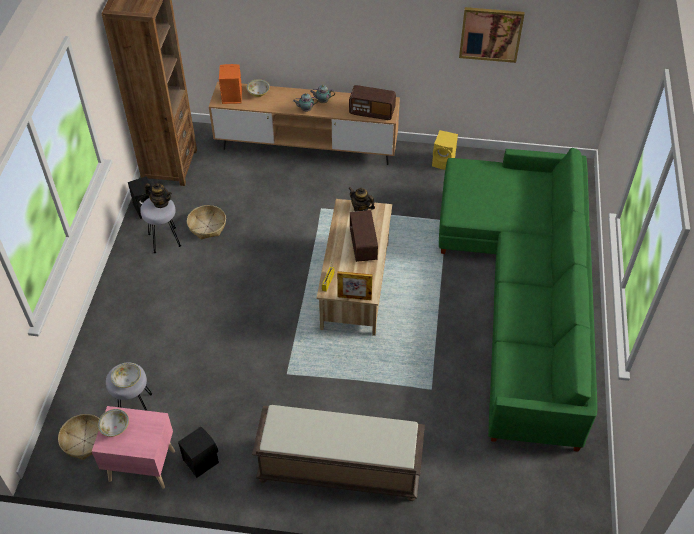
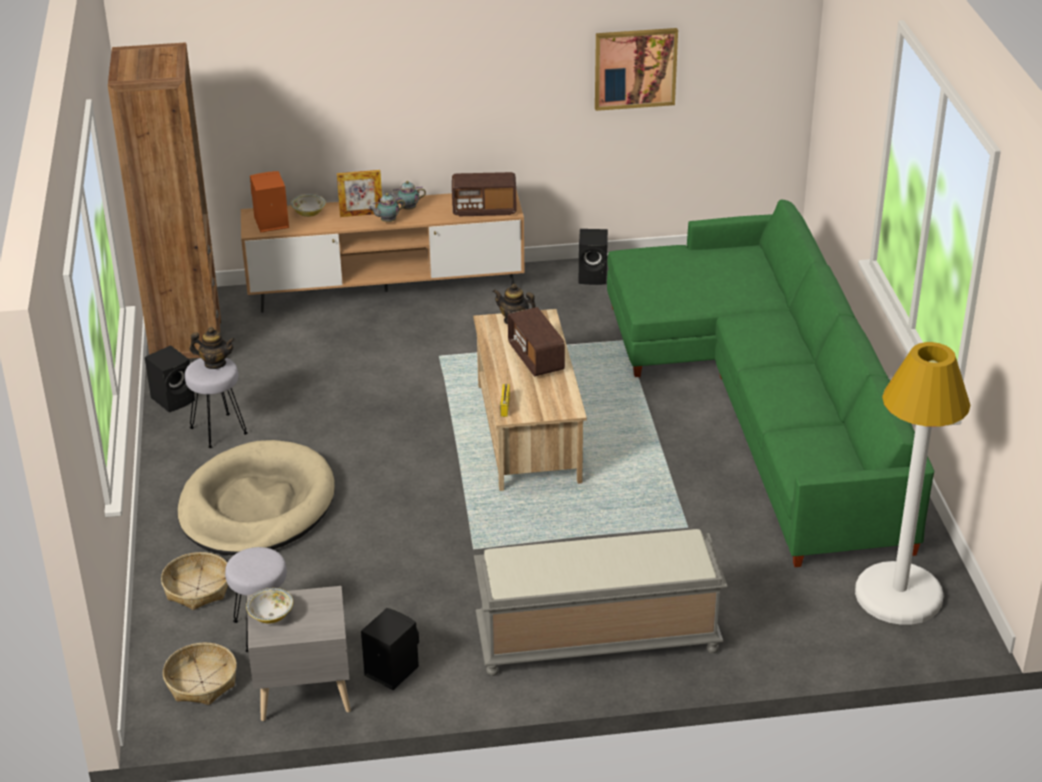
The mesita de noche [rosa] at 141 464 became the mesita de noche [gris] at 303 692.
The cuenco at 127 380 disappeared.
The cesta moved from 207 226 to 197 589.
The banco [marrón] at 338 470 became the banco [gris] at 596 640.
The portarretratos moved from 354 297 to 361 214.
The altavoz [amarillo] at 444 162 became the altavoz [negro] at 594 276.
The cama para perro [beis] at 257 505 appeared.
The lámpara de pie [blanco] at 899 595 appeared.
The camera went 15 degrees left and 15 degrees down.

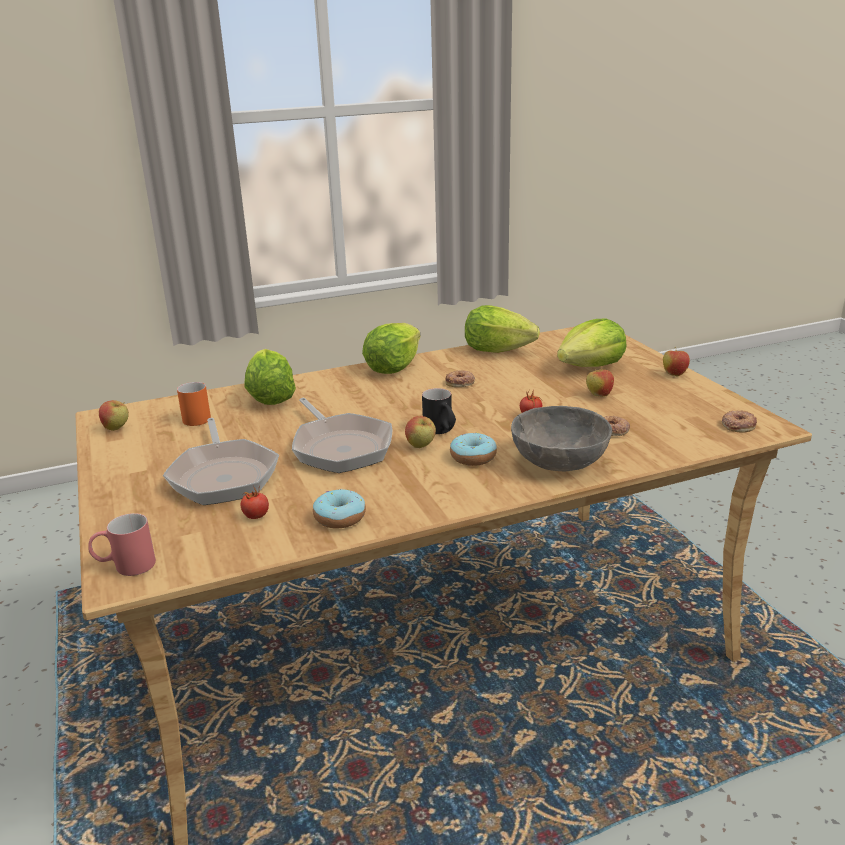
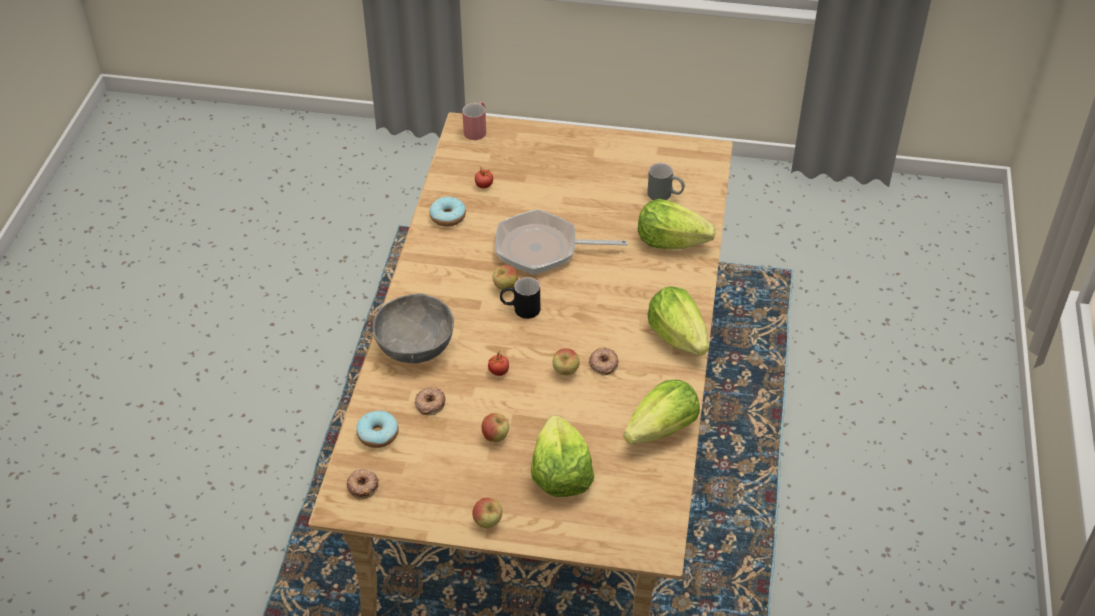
The manzana moved from 116 428 to 565 372.
The sartén at 223 475 disappeared.
The taza grande [naranja] at 197 416 became the taza grande [gris] at 665 195.
The rosquilla moved from 473 457 to 378 434.
The camera went 120 degrees right and 20 degrees up.

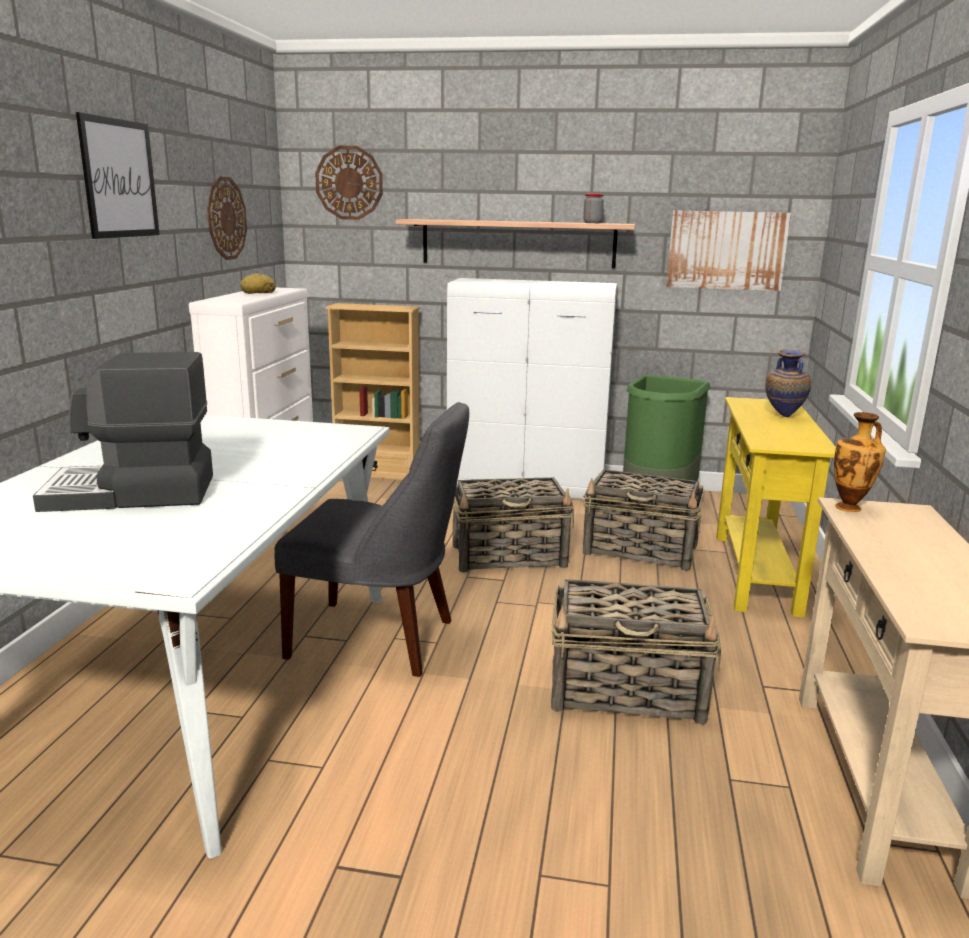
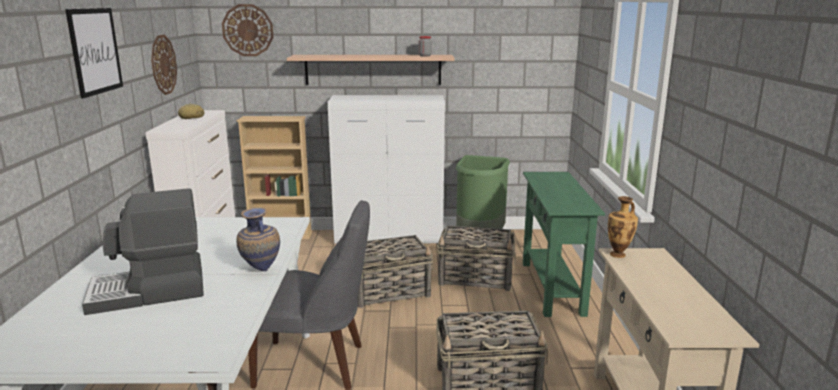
The cuadro at 726 250 disappeared.
The mesa consola [amarillo] at 755 573 became the mesa consola [verde] at 552 287.
The florero moved from 782 417 to 260 271.
The camera went 10 degrees left and 0 degrees up.

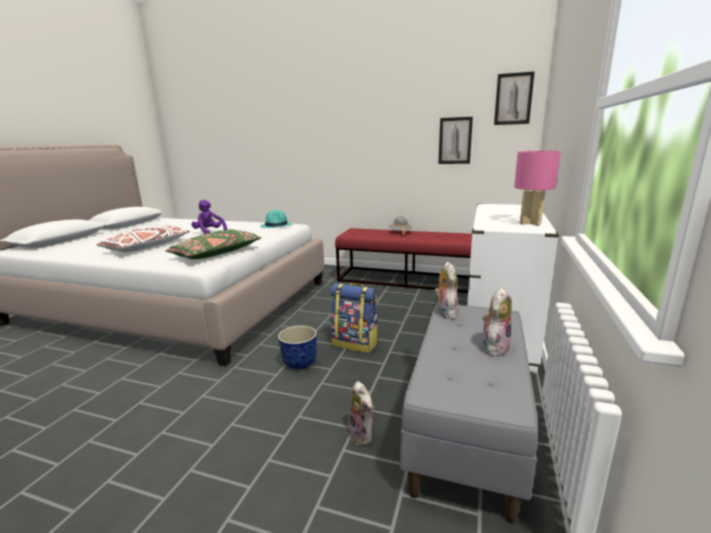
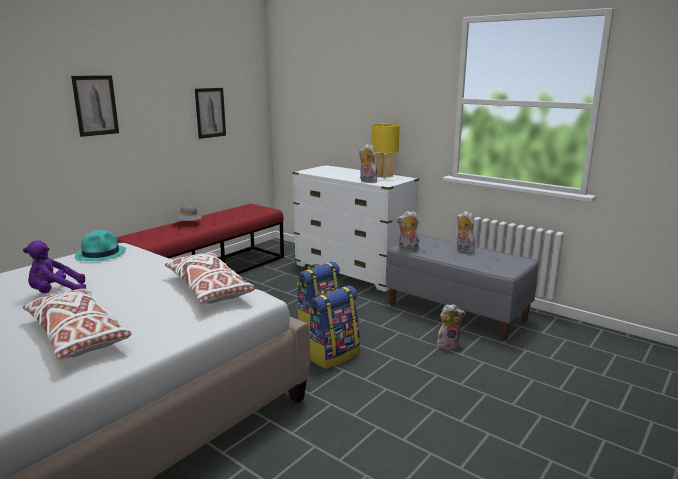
The cojín [verde] at 216 253 became the cojín [blanco] at 209 289.
The maceta at 300 364 was replaced by the mochila at 333 355.
The cuadro moved from 513 99 to 95 105.
The lámpara de mesa [rosa] at 531 223 became the lámpara de mesa [amarillo] at 384 176.
The peluche at 367 181 appeared.
The camera went 70 degrees left and 0 degrees up.

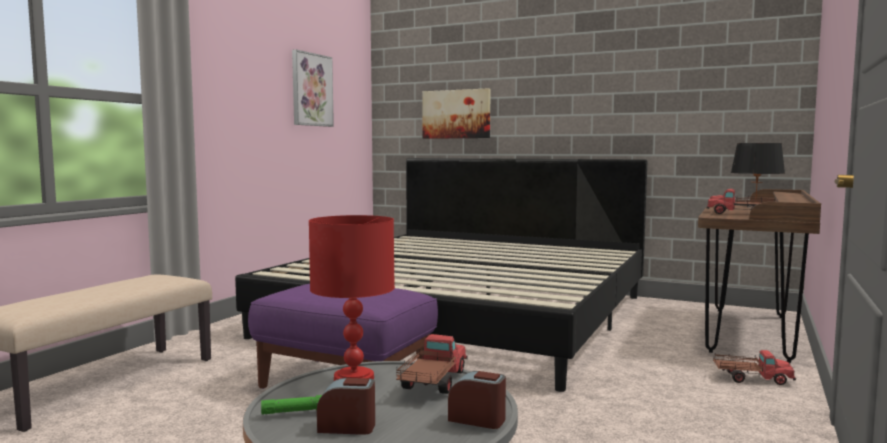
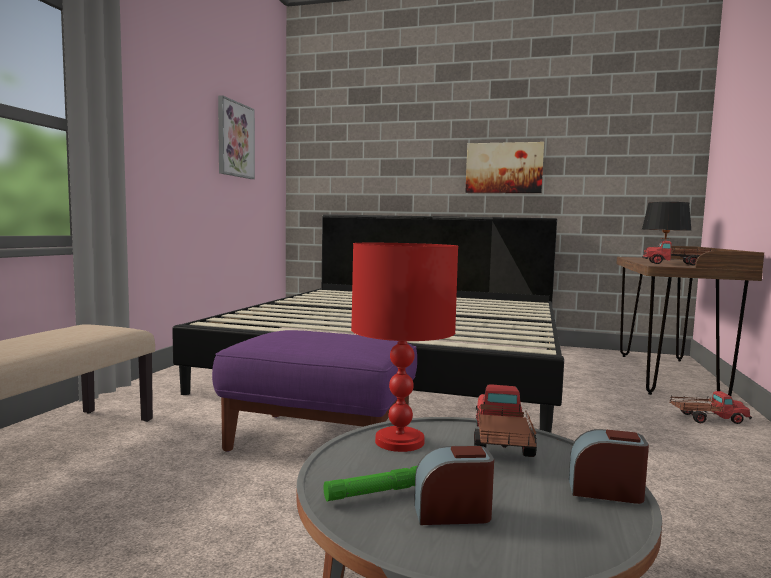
The cuadro moved from 456 114 to 504 168.
The camera went 10 degrees left and 0 degrees up.

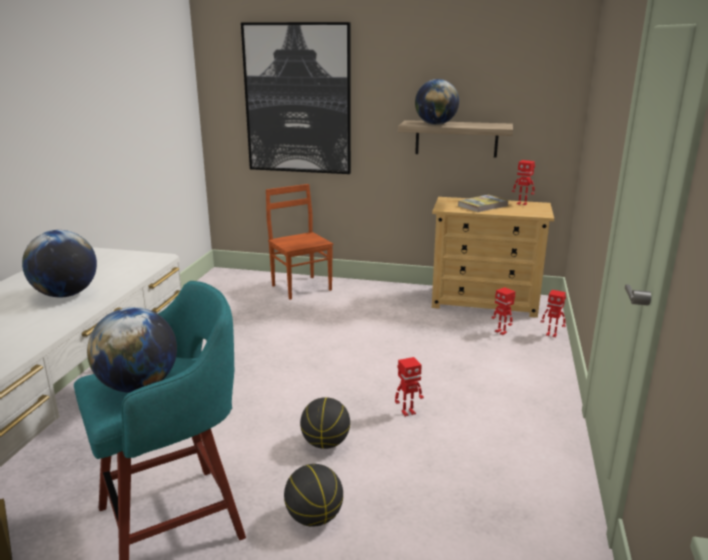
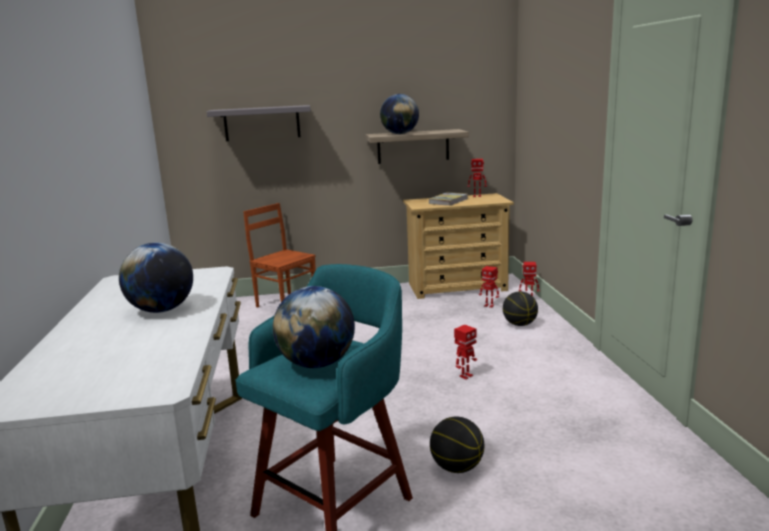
The cuadro at 298 99 was replaced by the estante [gris] at 262 123.
The balón de baloncesto moved from 326 443 to 520 324.
The camera went 20 degrees left and 5 degrees down.

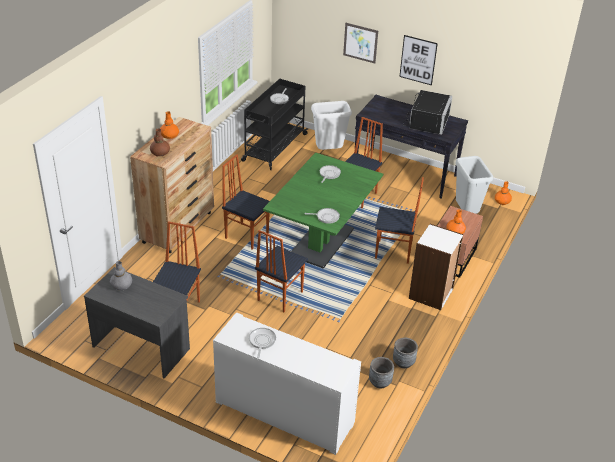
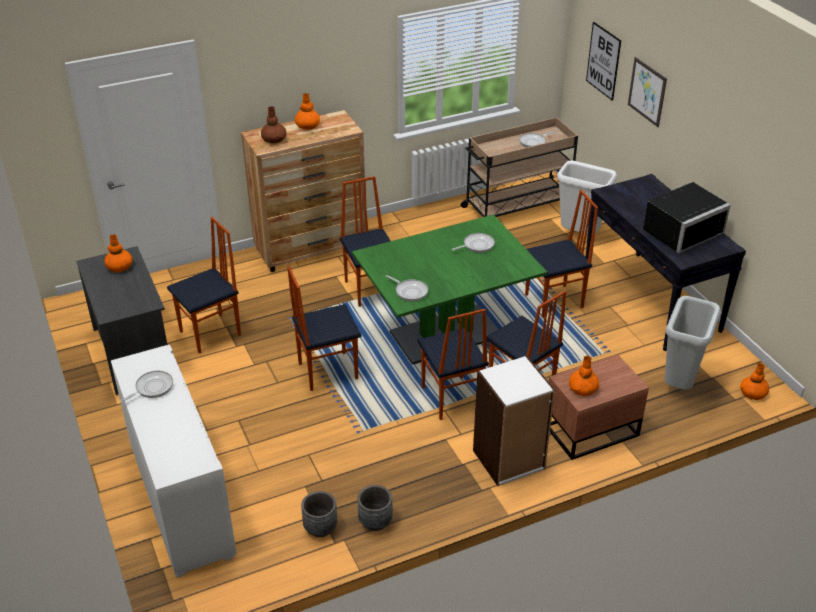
The florero [gris] at 121 285 became the florero [naranja] at 119 267.
The carrito [negro] at 274 148 became the carrito [beis] at 516 206.
The cuadro moved from 418 60 to 603 61.
The silla at 450 398 appeared.
The camera went 40 degrees right and 0 degrees up.

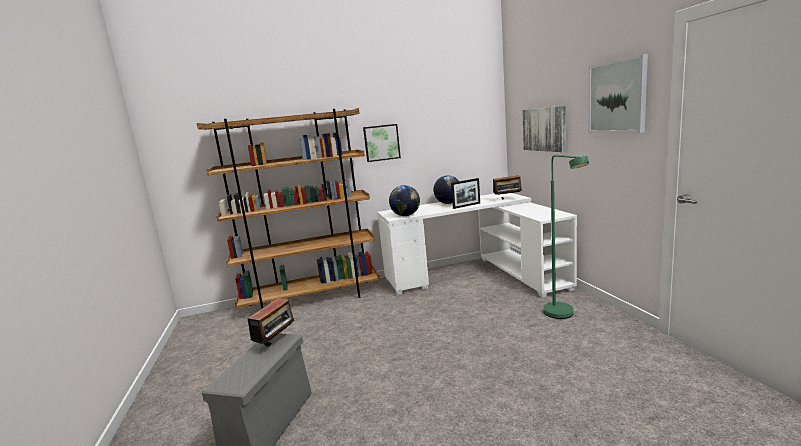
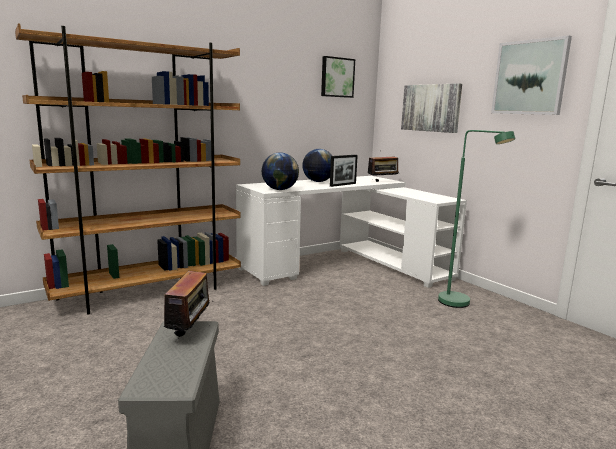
The cuadro moved from 381 142 to 337 77.
The camera went 20 degrees left and 0 degrees up.

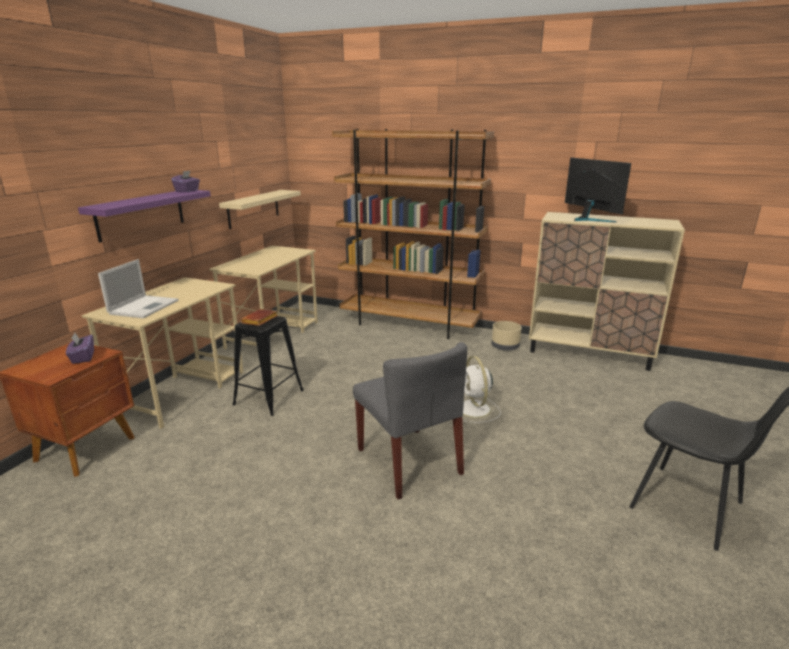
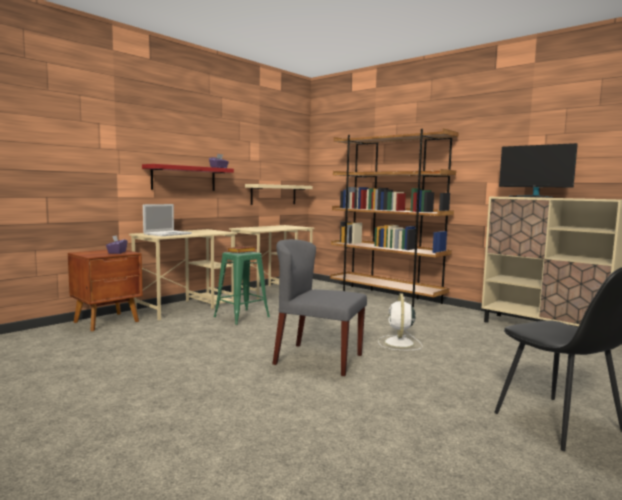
The estante [morado] at 141 214 became the estante [rojo] at 184 178.
The taburete [negro] at 269 397 became the taburete [verde] at 241 317.
The silla [gris] at 409 461 turned 120 degrees clockwise.
The maceta [beis] at 505 346 disappeared.
The monitor at 588 219 turned 135 degrees clockwise.
The camera went 20 degrees right and 15 degrees down.

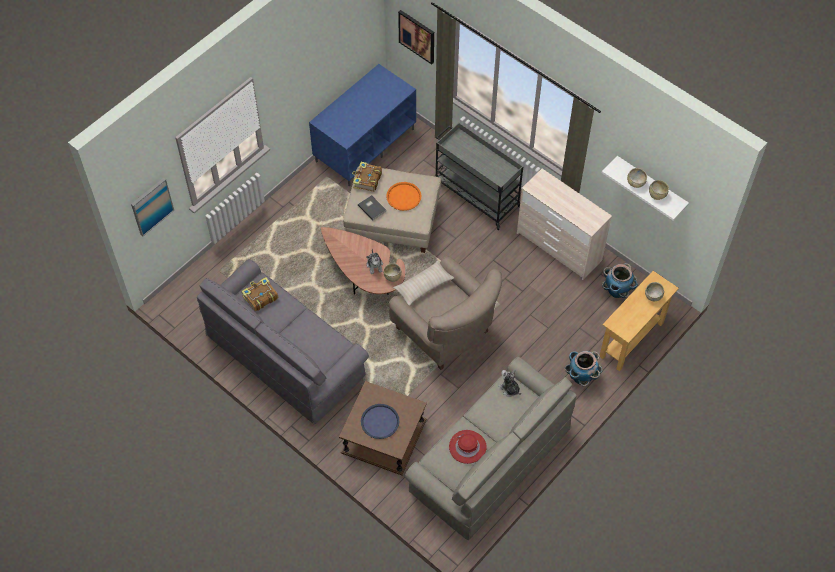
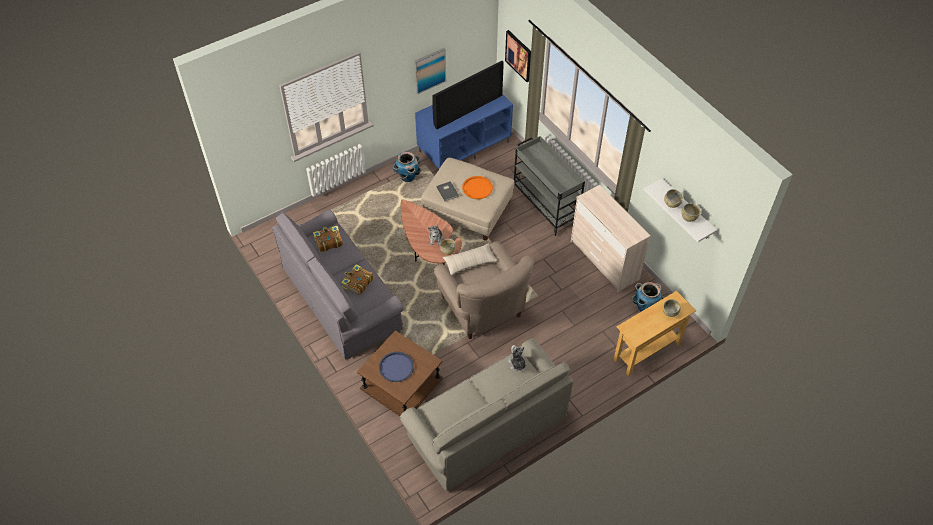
The cuadro moved from 152 206 to 429 70.
The libro moved from 367 180 to 357 283.
The sombrero [rojo] at 467 447 disappeared.
The maceta moved from 581 377 to 407 177.
The televisor at 467 109 appeared.
The camera went 15 degrees right and 5 degrees down.

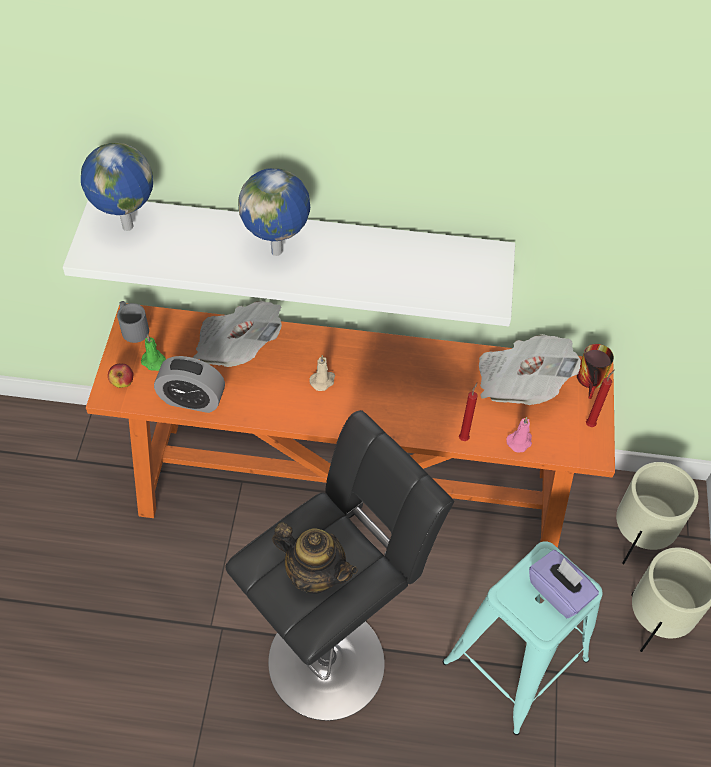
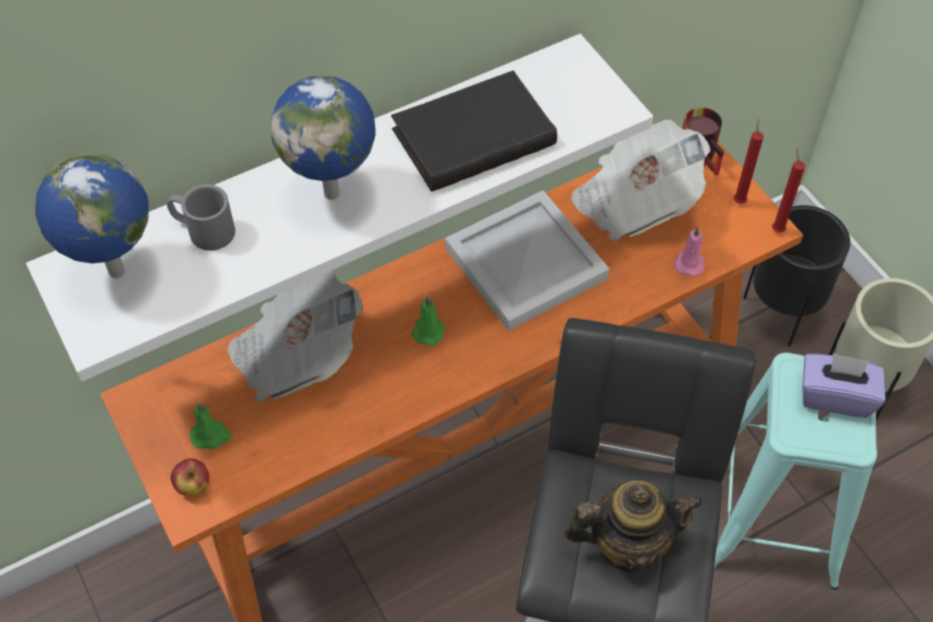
The taza grande [gris] moved from 132 327 to 203 230.
The despertador at 192 399 disappeared.
The vela [beis] at 323 380 became the vela [verde] at 429 330.
The vela [rojo] moved from 464 437 to 777 229.
The maceta [beis] at 637 538 became the maceta [negro] at 781 312.
The libro [negro] at 473 134 appeared.
The bandeja [blanco] at 528 264 appeared.
The camera went 35 degrees left and 0 degrees up.

